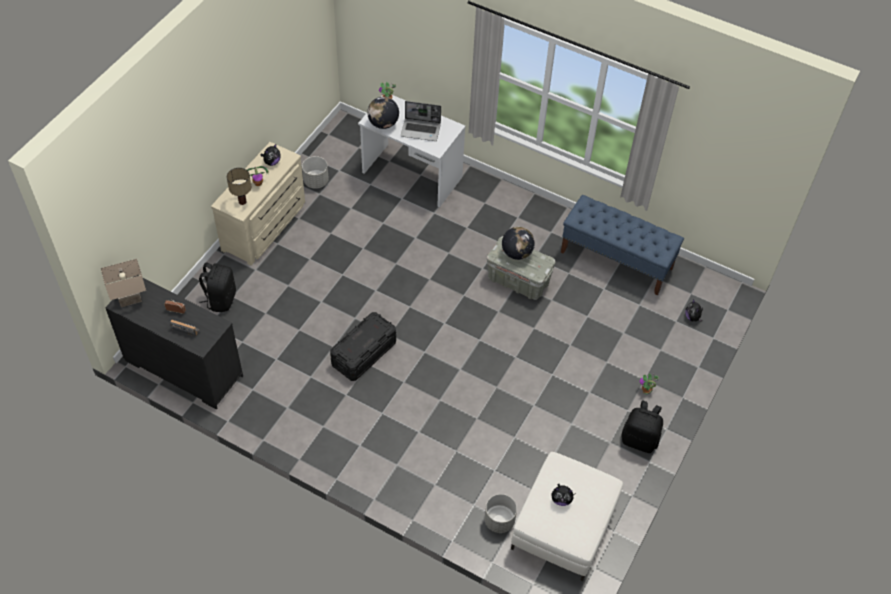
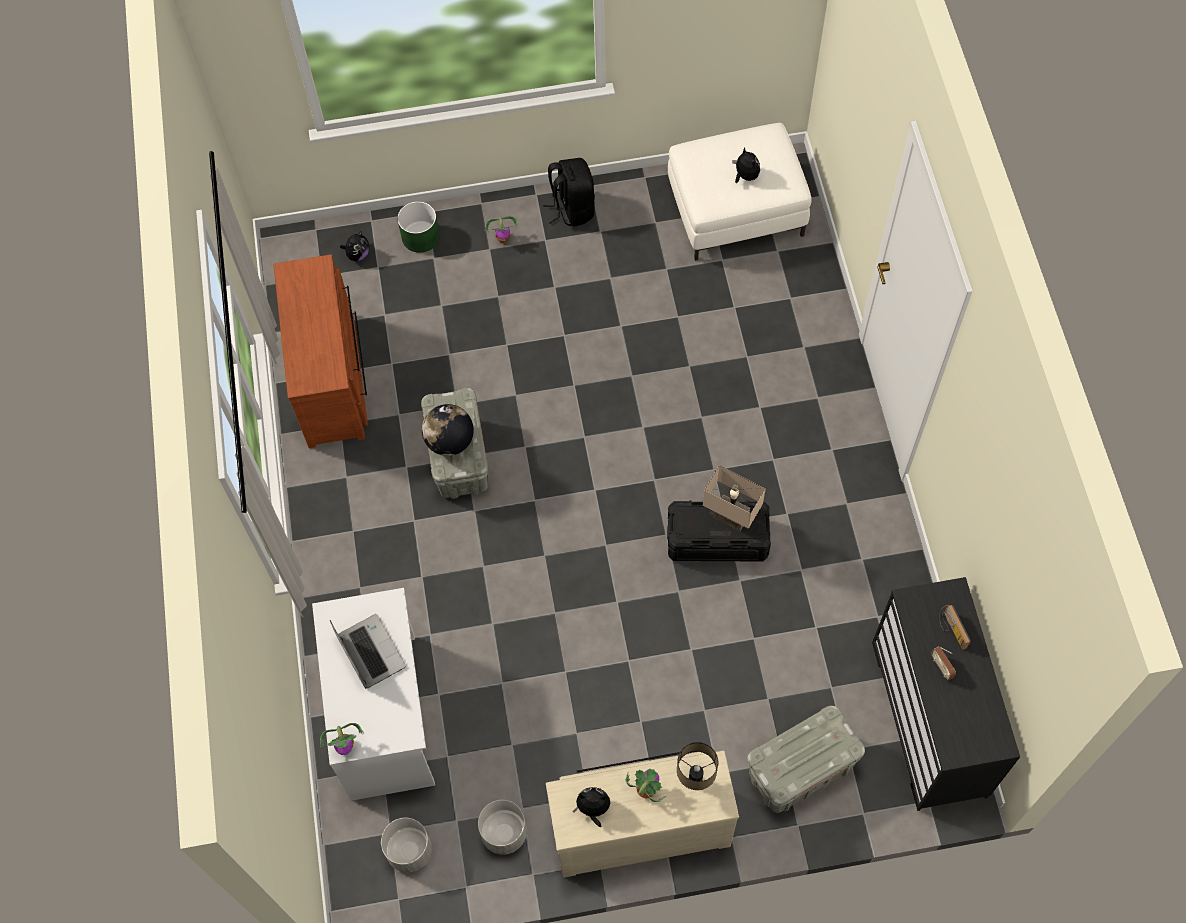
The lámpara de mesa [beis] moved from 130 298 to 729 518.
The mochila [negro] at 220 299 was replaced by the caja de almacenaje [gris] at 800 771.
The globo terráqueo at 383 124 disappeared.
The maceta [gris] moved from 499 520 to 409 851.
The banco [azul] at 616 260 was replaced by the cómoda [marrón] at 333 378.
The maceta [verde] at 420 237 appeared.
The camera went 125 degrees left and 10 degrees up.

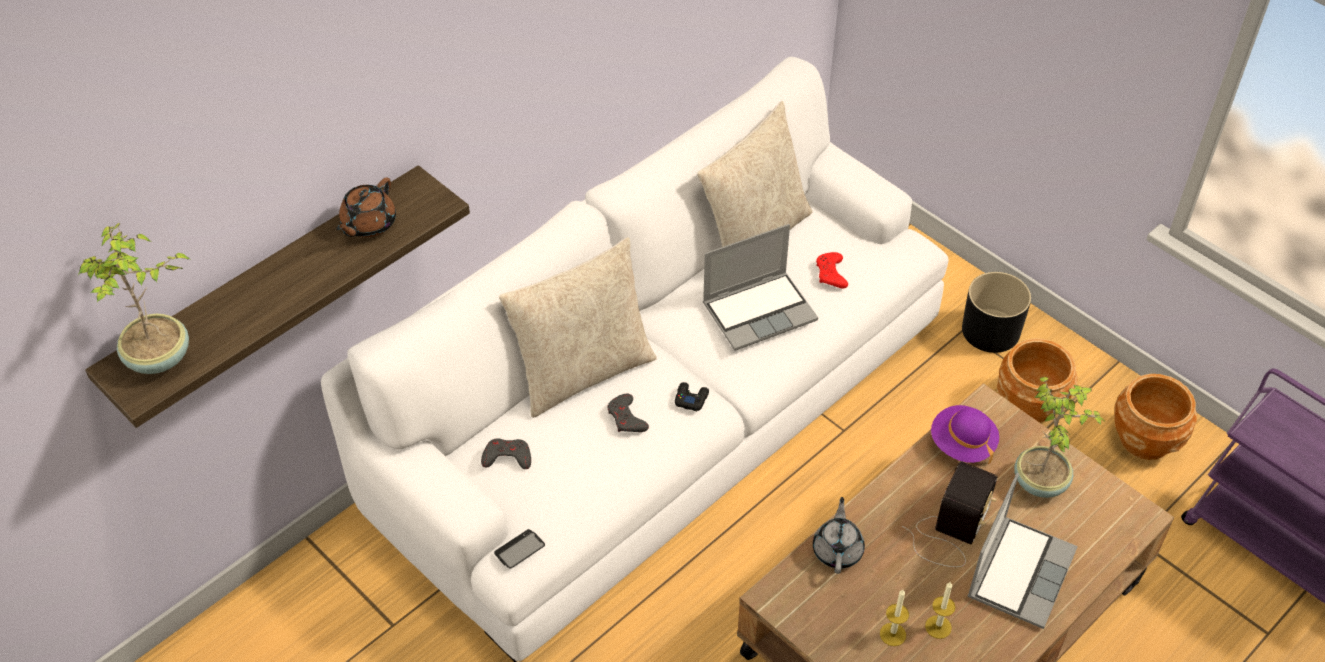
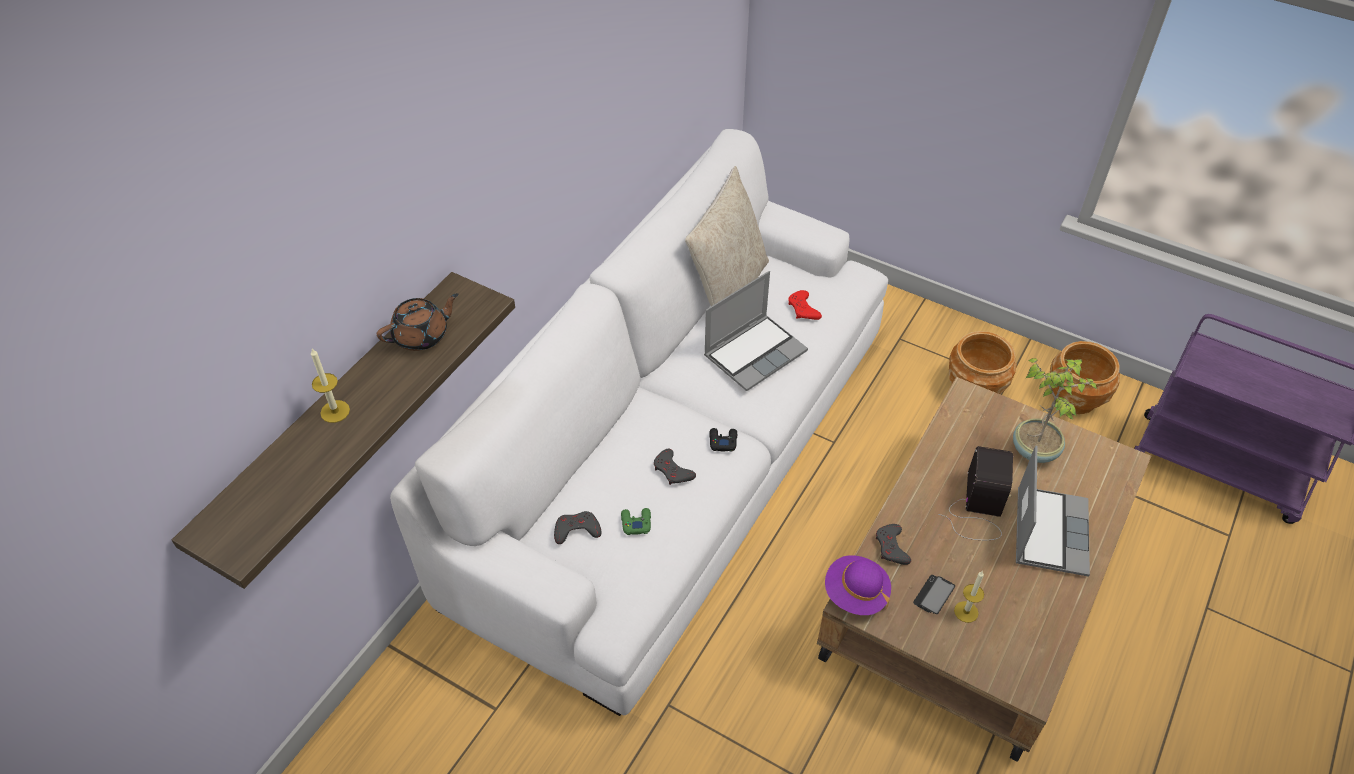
The planta en maceta at 159 359 disappeared.
The tetera [marrón] at 368 224 turned 135 degrees counterclockwise.
The móvil moved from 519 549 to 933 595.
The cojín [beis] at 582 371 disappeared.
The tetera [gris] at 837 550 was replaced by the mando de consola [gris] at 891 547.
The vela moved from 938 627 to 335 411.
The sombrero [morado] moved from 962 444 to 855 593.
The maceta [negro] at 990 330 disappeared.
The mando de consola [verde] at 636 523 appeared.
The camera went 15 degrees left and 0 degrees up.

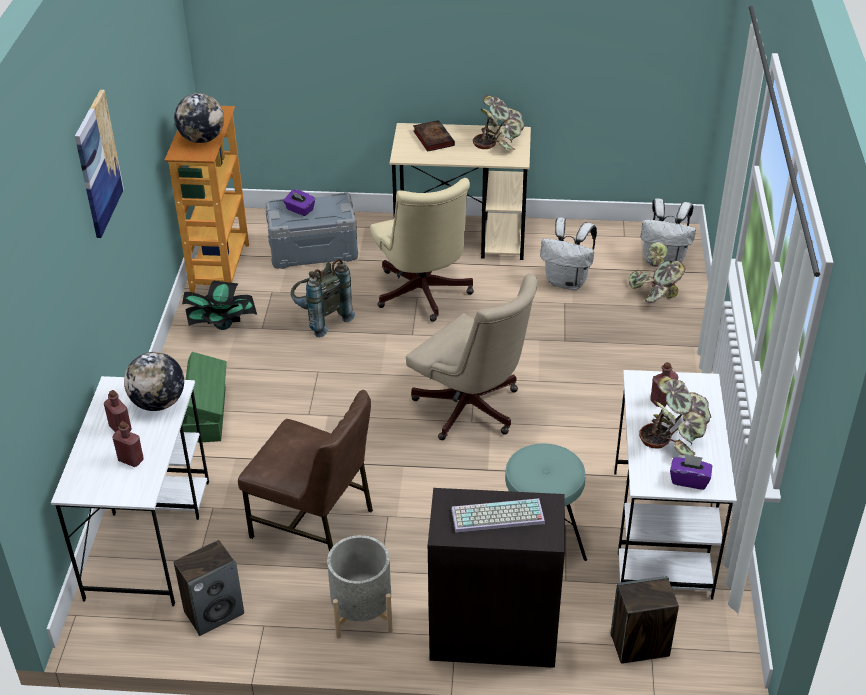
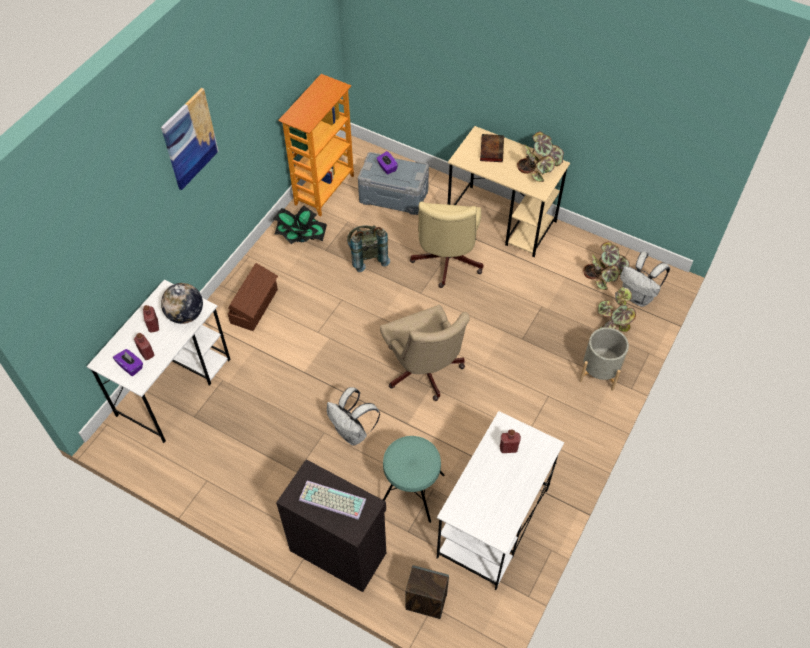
The globo terráqueo at 202 139 disappeared.
The altavoz at 214 612 disappeared.
The caja de almacenaje [verde] at 206 414 became the caja de almacenaje [marrón] at 255 306.
The silla [marrón] at 314 523 disappeared.
The maceta [gris] moved from 362 613 to 599 372.
The mochila [blanco] moved from 567 282 to 353 433.
The planta en maceta moved from 675 434 to 604 275.
The caja de pañuelos [morado] moved from 689 480 to 131 366.
The camera went 25 degrees right and 15 degrees up.

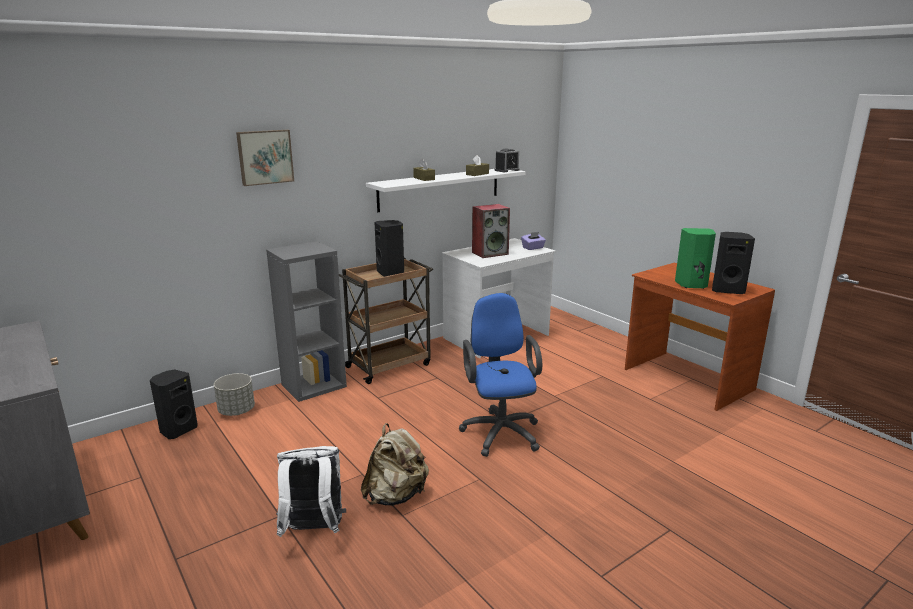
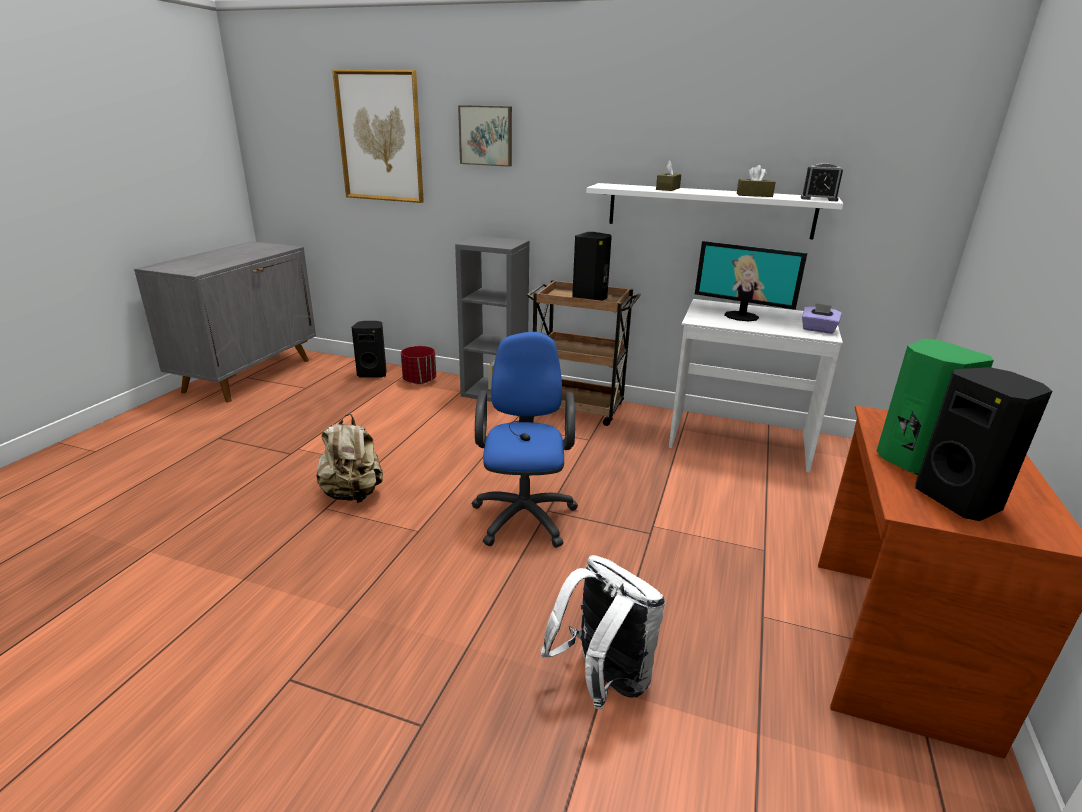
The maceta [gris] at 237 411 became the maceta [rojo] at 420 381.
The mochila [blanco] moved from 313 530 to 603 680.
The silla de oficina [azul] at 500 431 turned 45 degrees counterclockwise.
The altavoz at 490 253 was replaced by the monitor at 741 316.
The cuadro at 380 137 appeared.
The camera went 55 degrees right and 5 degrees up.

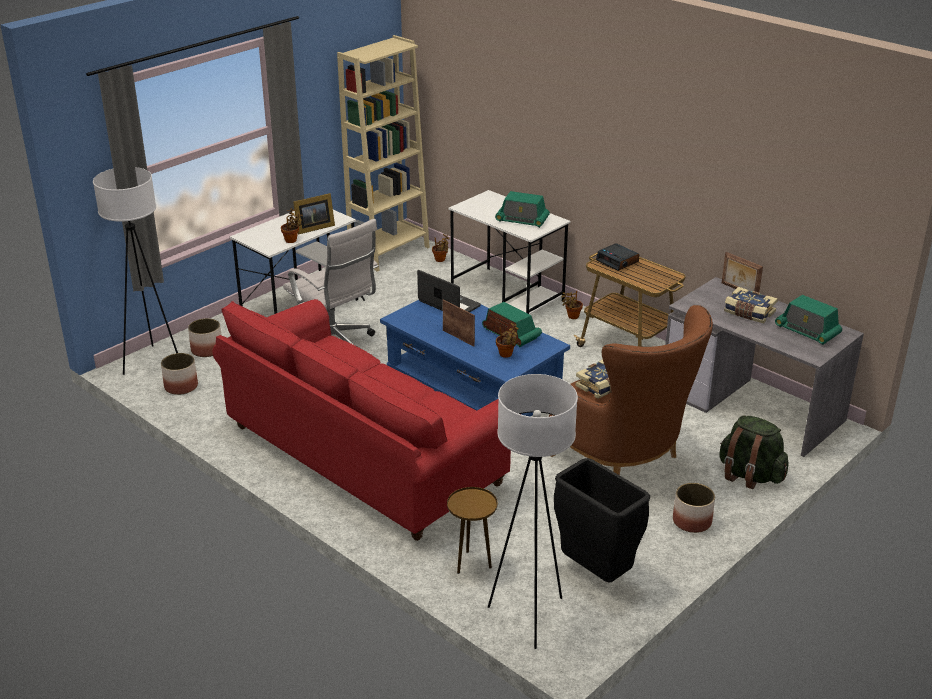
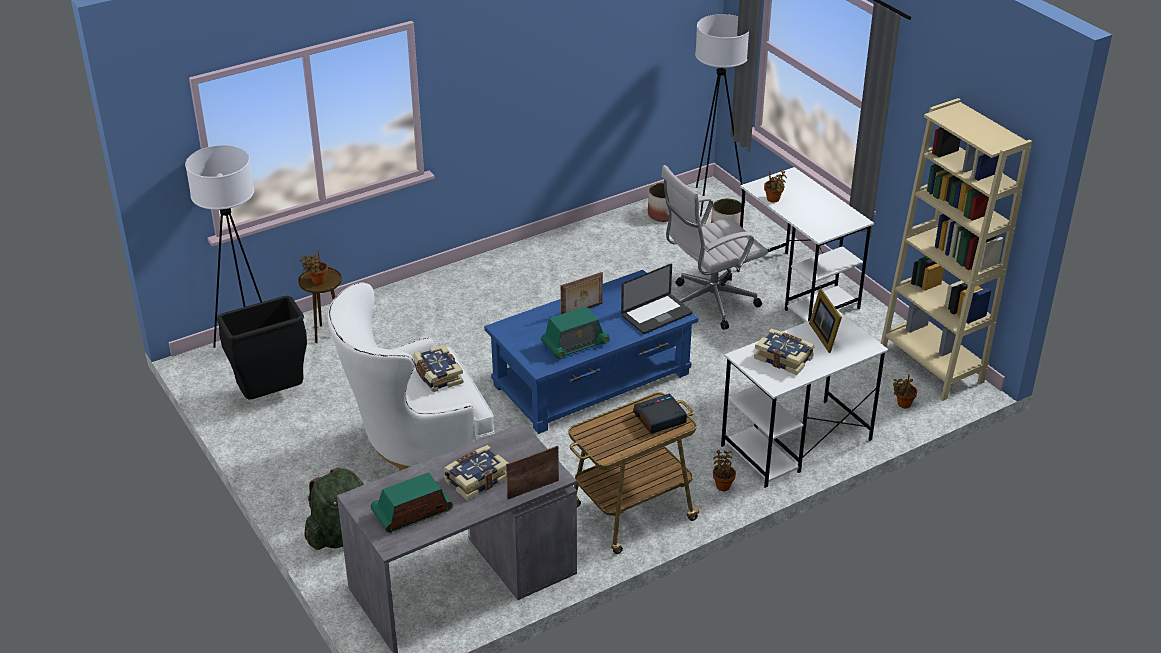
The sofá [rojo] at 365 455 disappeared.
The portarretratos moved from 313 228 to 825 336.
The radio at 522 220 was replaced by the libro at 784 358.
The planta en maceta moved from 506 355 to 317 281.
The sillón [marrón] at 626 460 became the sillón [blanco] at 415 454.
The maceta at 691 521 disappeared.
The camera went 105 degrees right and 5 degrees up.

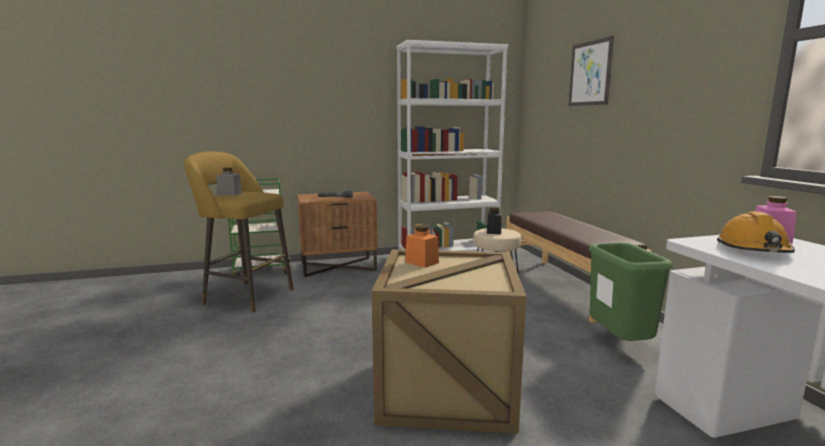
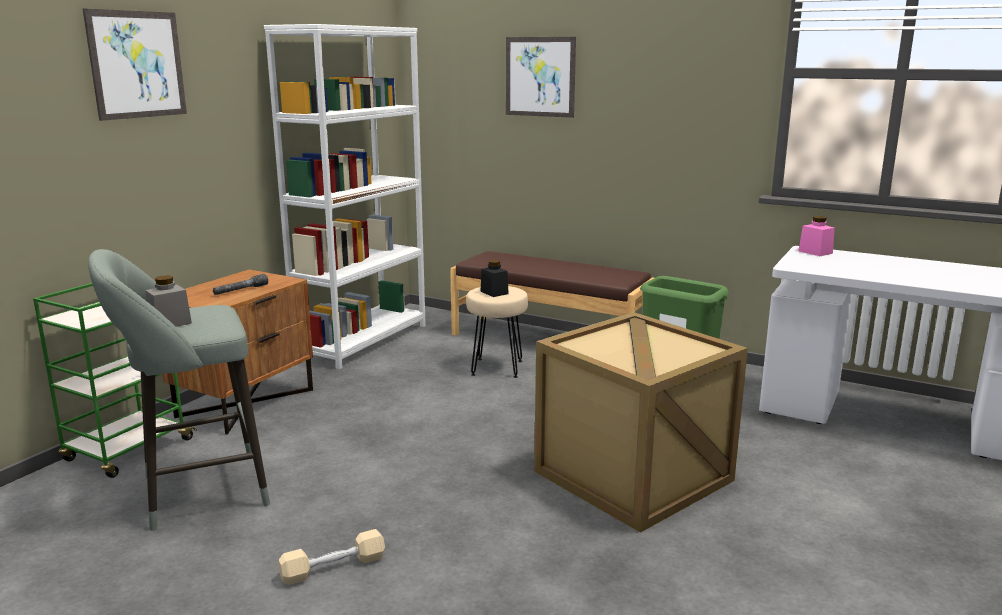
The taburete [amarillo] at 245 295 became the taburete [gris] at 196 492.
The tarro [naranja] at 422 262 disappeared.
The casco [naranja] at 753 250 disappeared.
The cuadro at 137 64 appeared.
The mancuerna [beis] at 333 567 appeared.
The camera went 45 degrees left and 5 degrees up.

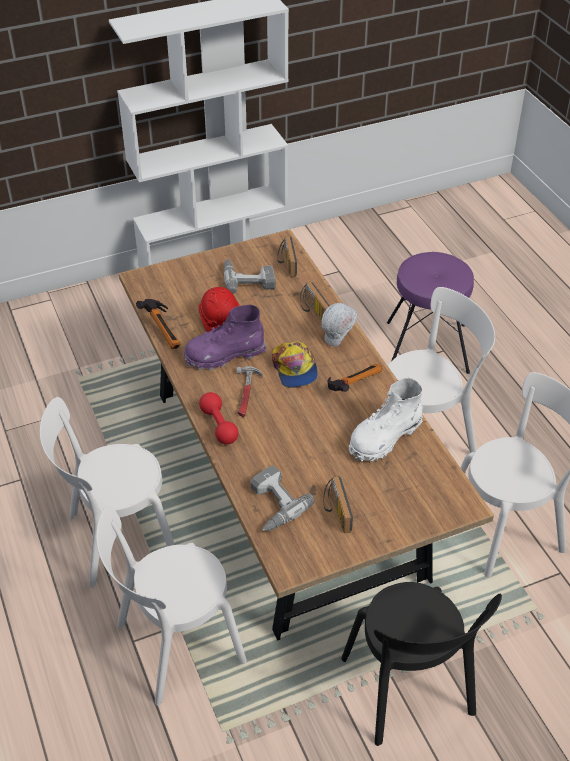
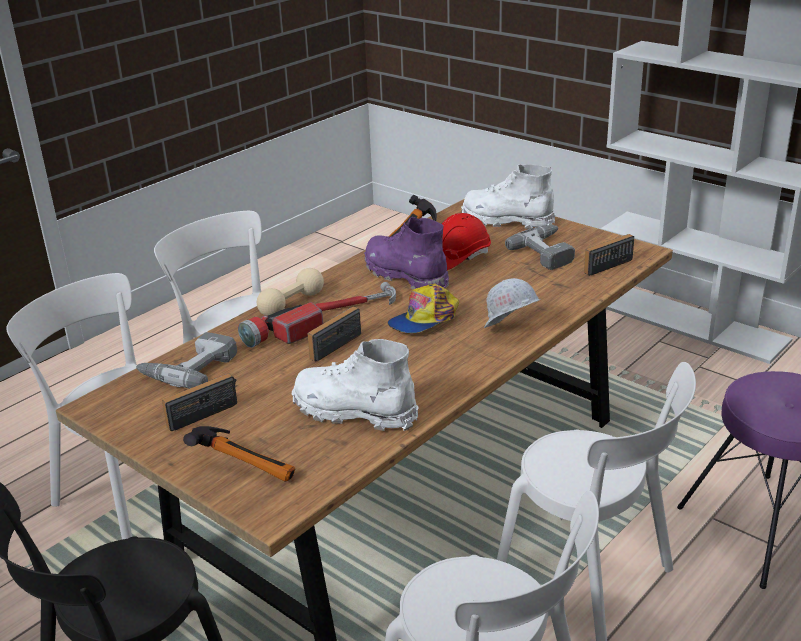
The mancuerna [rojo] at 219 425 became the mancuerna [beis] at 292 304.
The radio moved from 312 310 to 332 343.
The martillo moved from 352 384 to 247 465.
The linterna at 282 336 appeared.
The bota [blanco] at 507 220 appeared.
The camera went 65 degrees right and 15 degrees down.

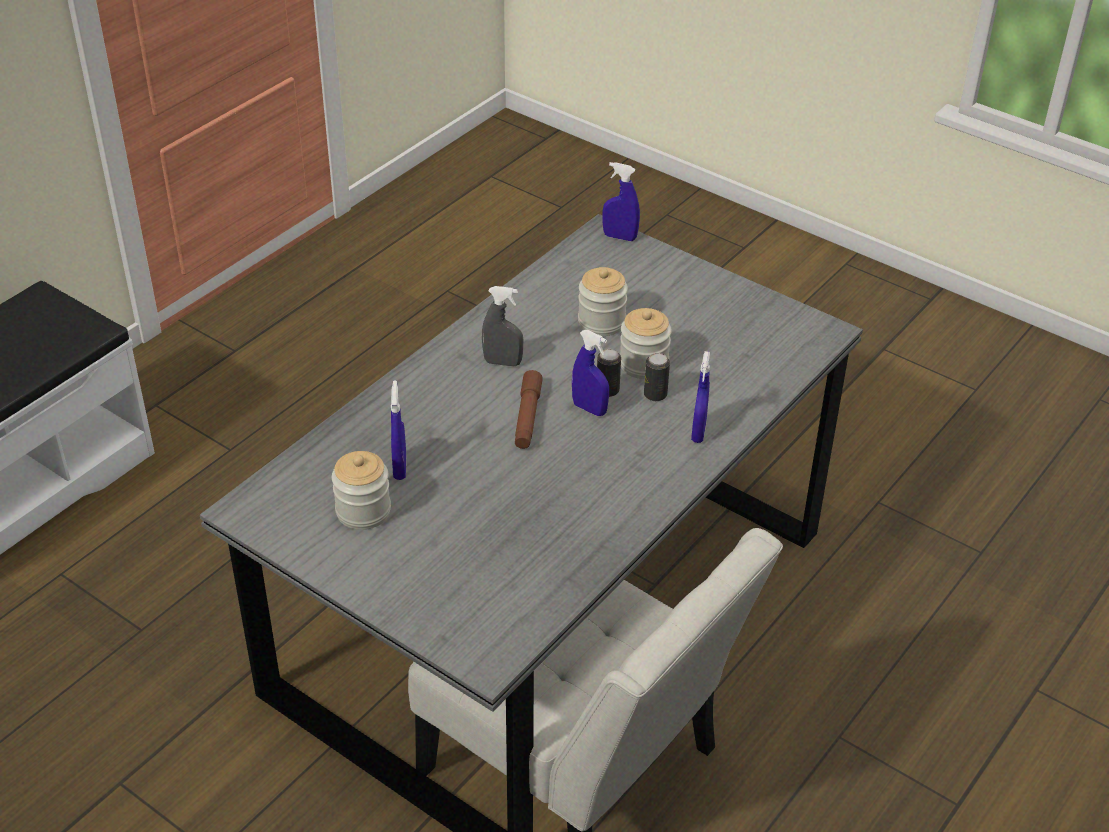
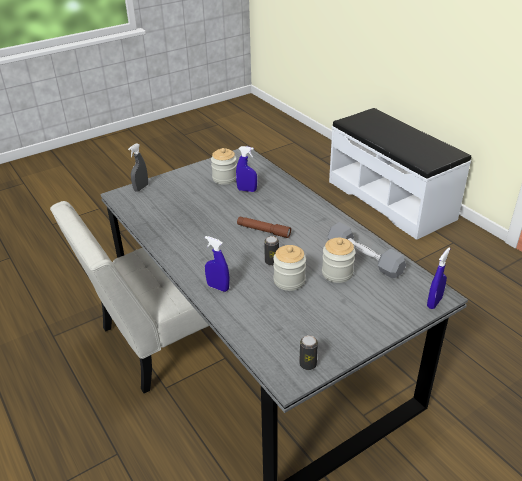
The pulverizador [gris] moved from 502 362 to 141 188.
The pulverizador [azul] at 589 409 disappeared.
The lata moved from 655 395 to 308 364.
The mancuerna [gris] at 364 258 appeared.
The camera went 110 degrees right and 5 degrees down.

